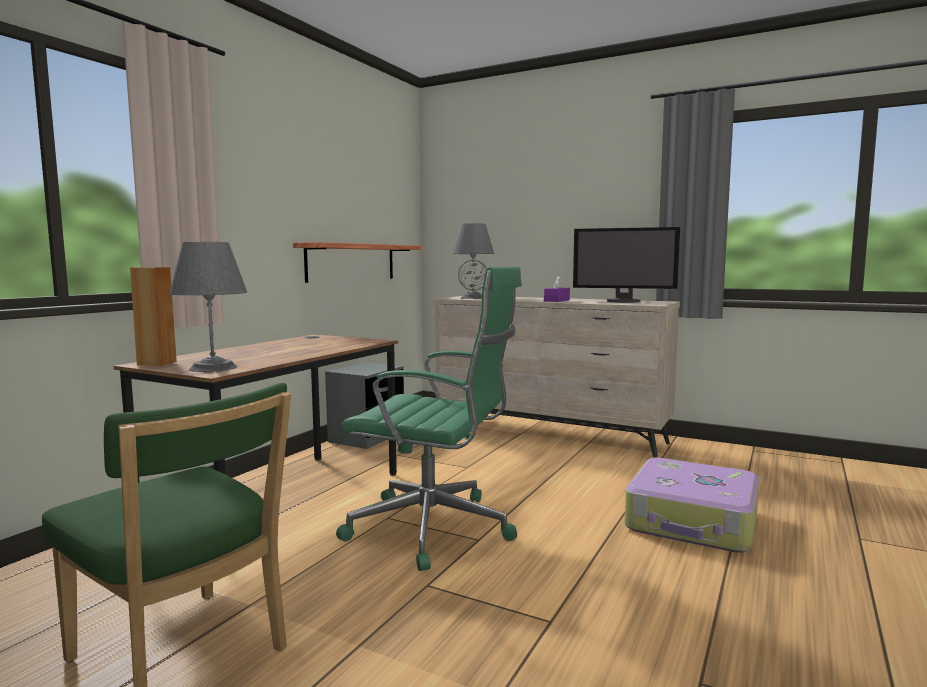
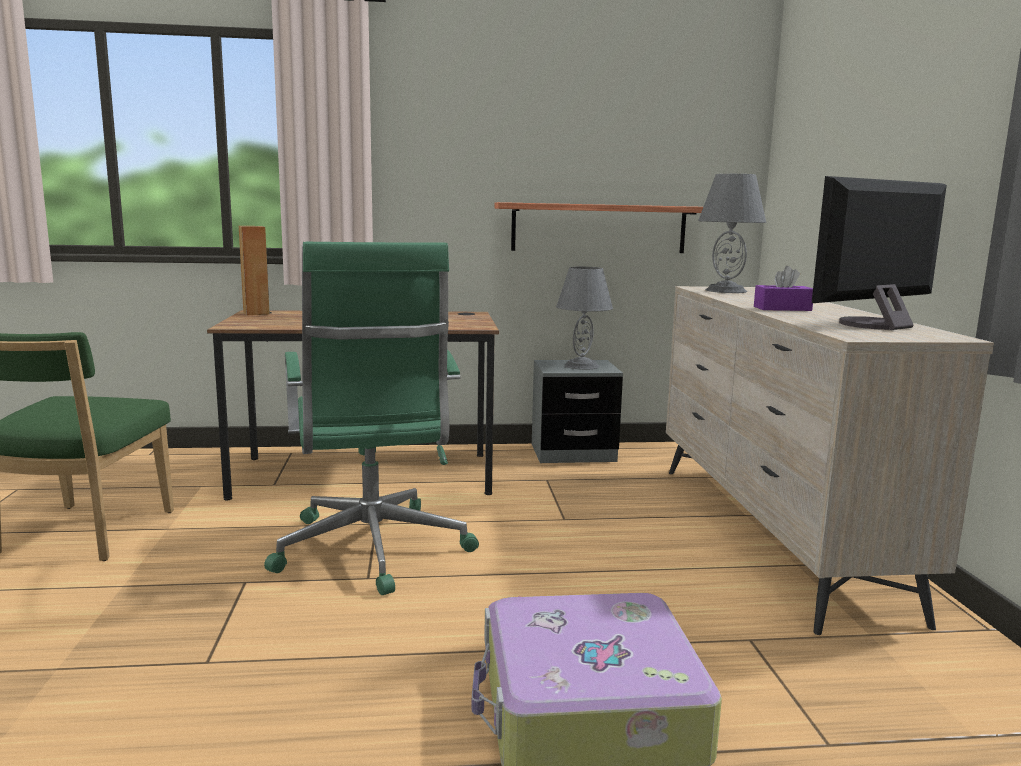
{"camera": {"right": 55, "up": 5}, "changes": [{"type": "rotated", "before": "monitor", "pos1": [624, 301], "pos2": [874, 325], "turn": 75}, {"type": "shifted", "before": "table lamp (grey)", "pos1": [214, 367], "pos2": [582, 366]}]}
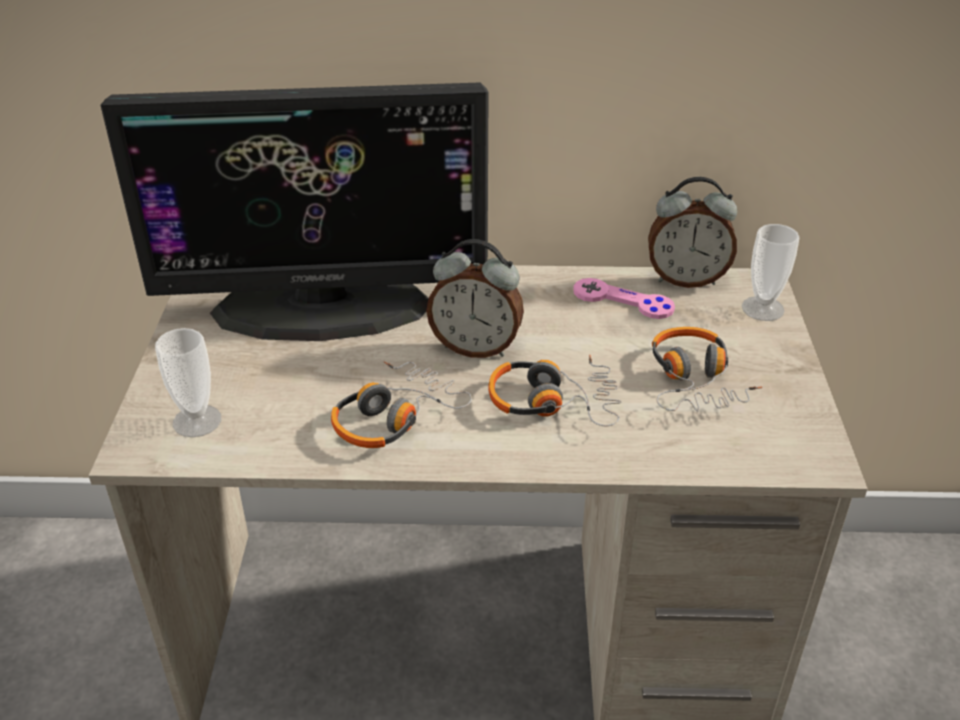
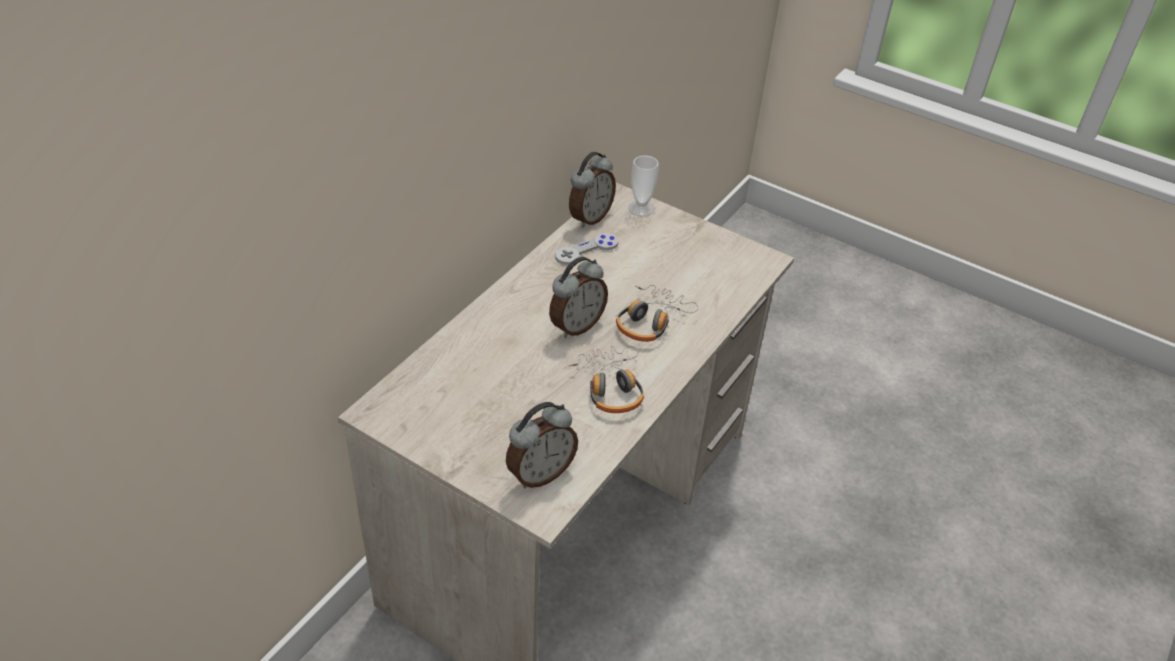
{"camera": {"right": -60, "up": 5}, "changes": [{"type": "gone", "before": "monitor", "pos1": [322, 306]}, {"type": "repainted", "before": "game controller (pink)", "after": "game controller (grey)", "pos1": [623, 301], "pos2": [586, 250]}, {"type": "gone", "before": "headphones", "pos1": [694, 381]}, {"type": "swapped", "before": "cup", "after": "alarm clock", "pos1": [197, 421], "pos2": [540, 473]}]}
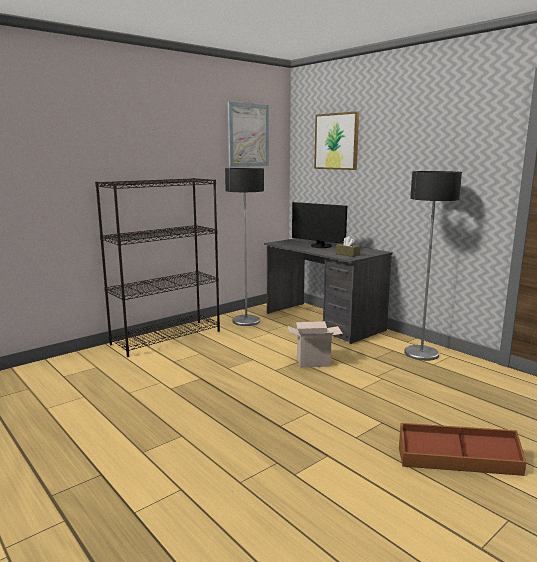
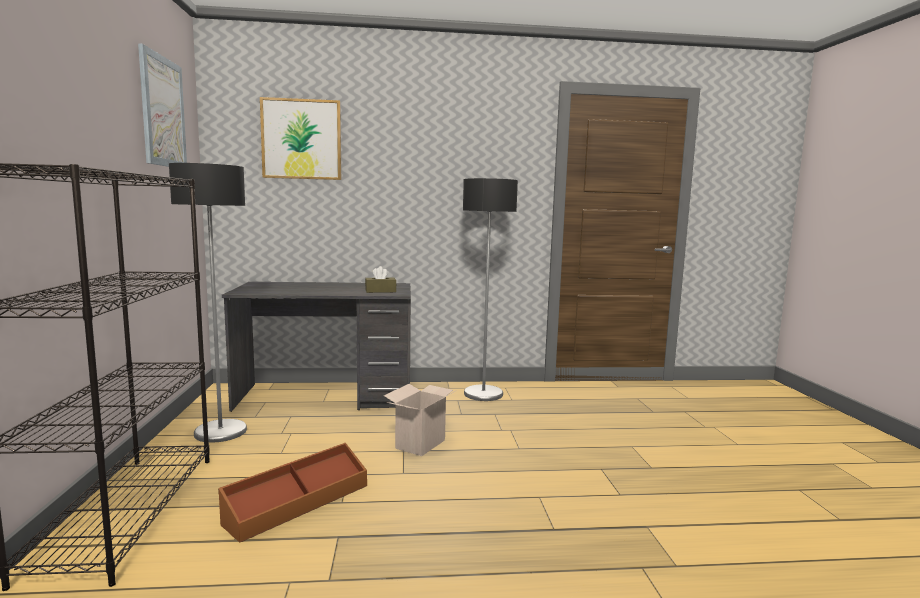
{"camera": {"right": -55, "up": -5}, "changes": [{"type": "gone", "before": "monitor", "pos1": [320, 246]}, {"type": "shifted", "before": "storage box (brown)", "pos1": [458, 460], "pos2": [297, 503]}]}
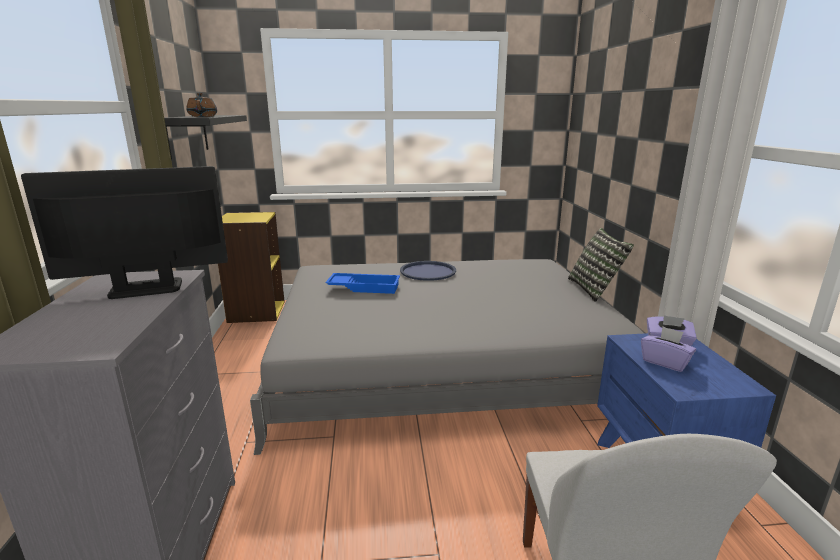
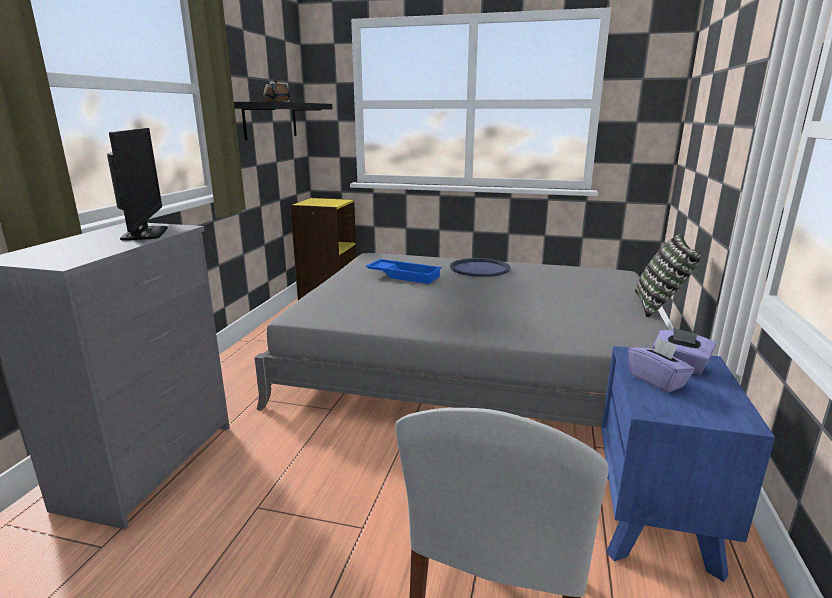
{"camera": {"right": 20, "up": 0}, "changes": [{"type": "rotated", "before": "monitor", "pos1": [146, 288], "pos2": [144, 233], "turn": 75}]}
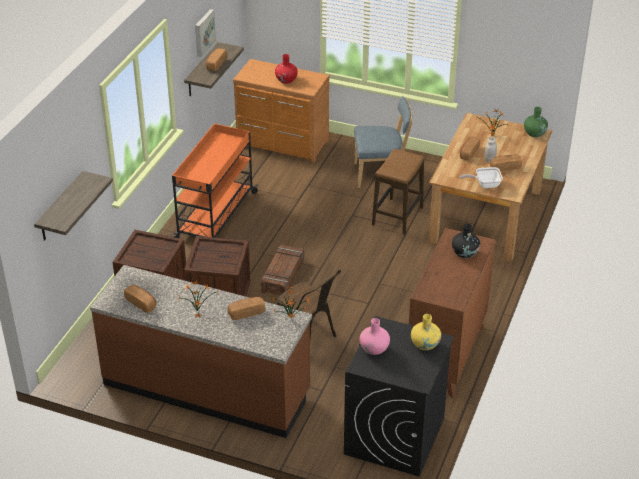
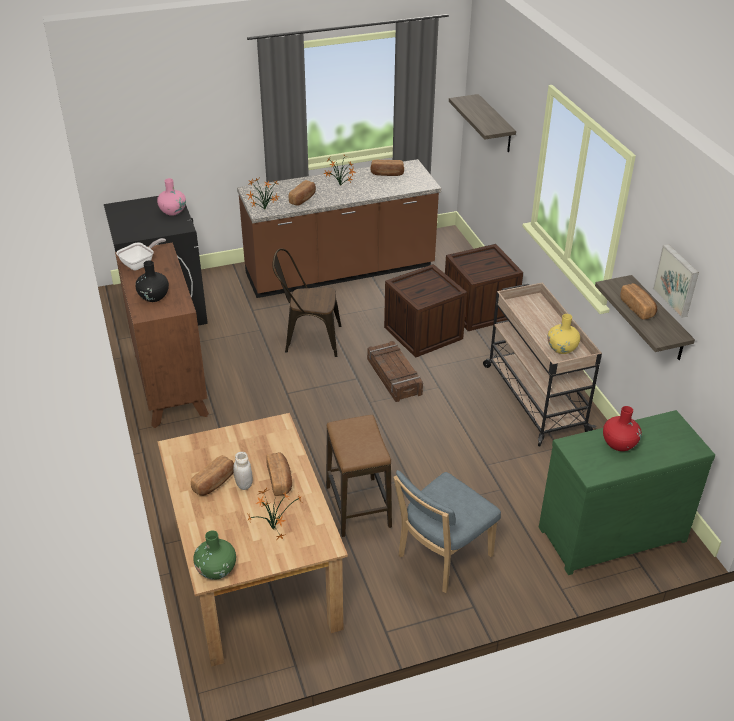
{"camera": {"right": 140, "up": 0}, "changes": [{"type": "repainted", "before": "dresser (brown)", "after": "dresser (green)", "pos1": [282, 144], "pos2": [609, 531]}, {"type": "repainted", "before": "cart (orange)", "after": "cart (beige)", "pos1": [215, 216], "pos2": [534, 397]}, {"type": "shifted", "before": "frying pan", "pos1": [484, 184], "pos2": [140, 263]}, {"type": "shifted", "before": "vase (yellow)", "pos1": [425, 344], "pos2": [562, 348]}]}
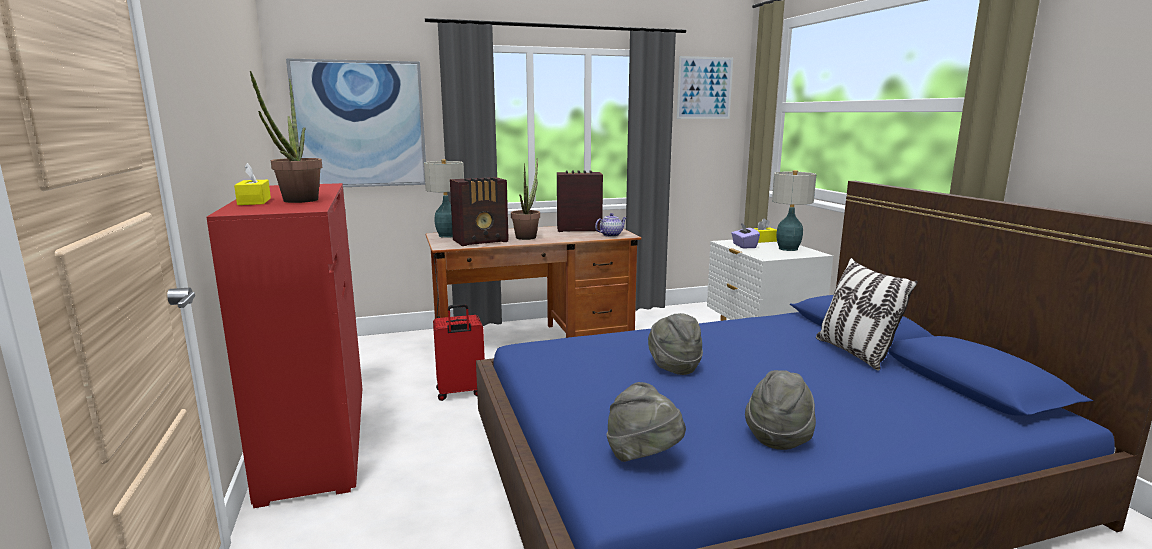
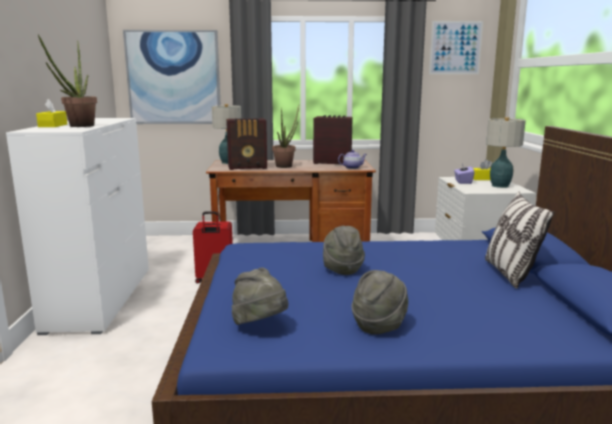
{"camera": {"right": 15, "up": 0}, "changes": [{"type": "repainted", "before": "dresser (red)", "after": "dresser (white)", "pos1": [316, 440], "pos2": [100, 299]}]}
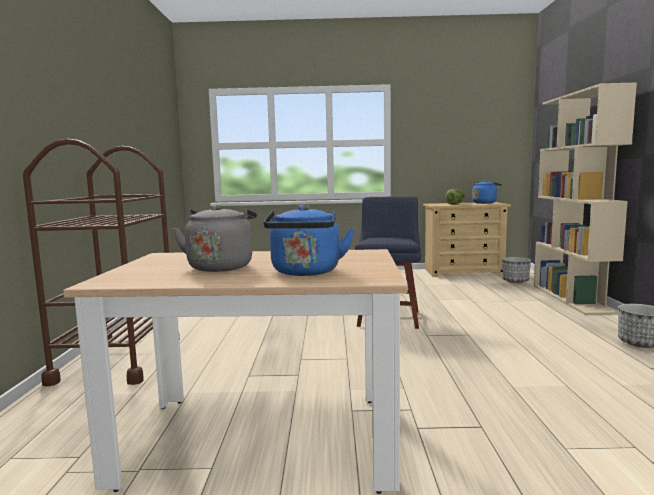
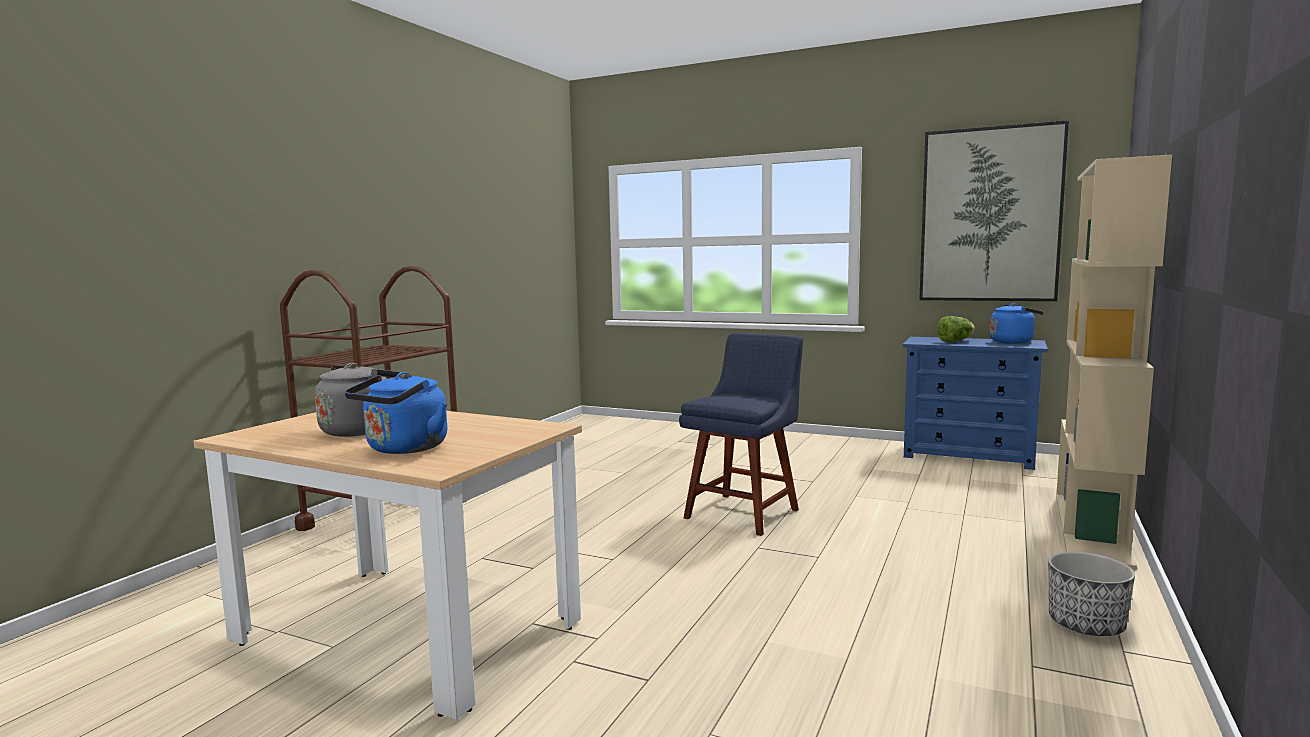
{"camera": {"right": 25, "up": 0}, "changes": [{"type": "repainted", "before": "dresser (beige)", "after": "dresser (blue)", "pos1": [463, 272], "pos2": [969, 455]}, {"type": "gone", "before": "planter", "pos1": [515, 281]}, {"type": "new", "after": "picture", "pos2": [990, 215]}]}
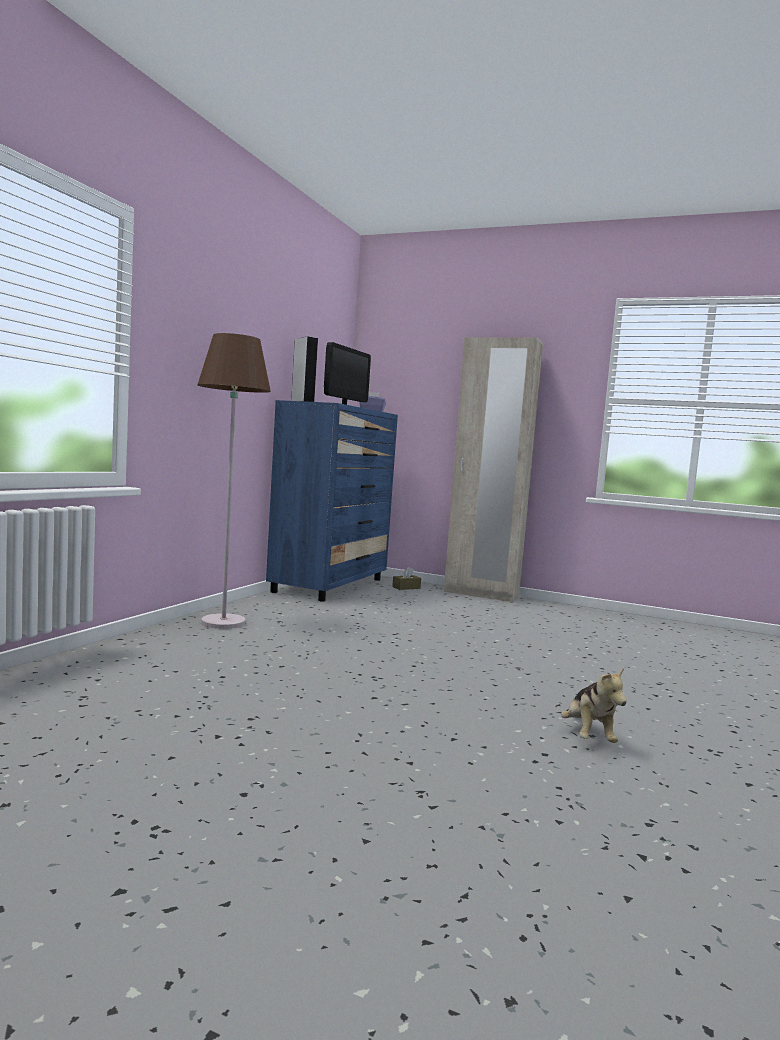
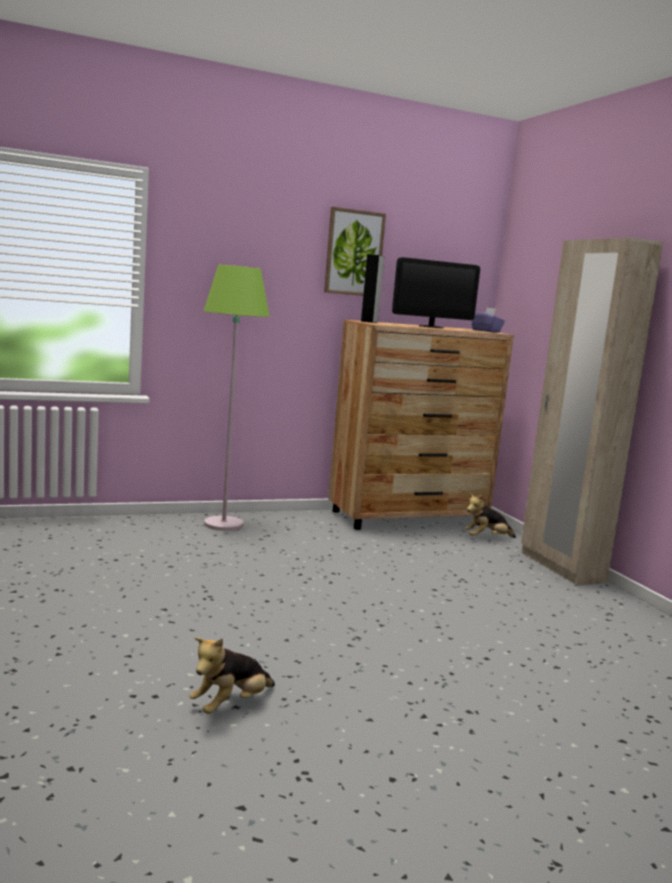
{"camera": {"right": 45, "up": 5}, "changes": [{"type": "repainted", "before": "floor lamp (brown)", "after": "floor lamp (green)", "pos1": [223, 622], "pos2": [224, 524]}, {"type": "repainted", "before": "dresser (blue)", "after": "dresser (brown)", "pos1": [330, 585], "pos2": [408, 518]}, {"type": "swapped", "before": "tissue box (brown)", "after": "plush toy", "pos1": [406, 587], "pos2": [487, 539]}, {"type": "new", "after": "picture", "pos2": [354, 253]}]}
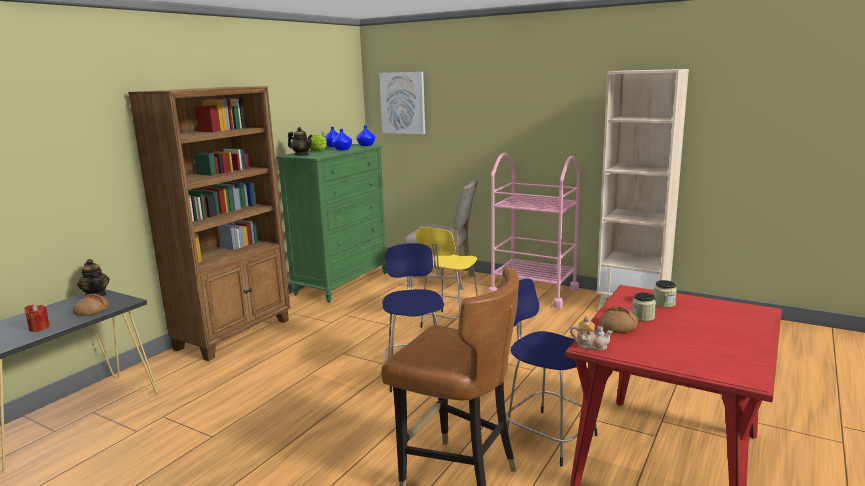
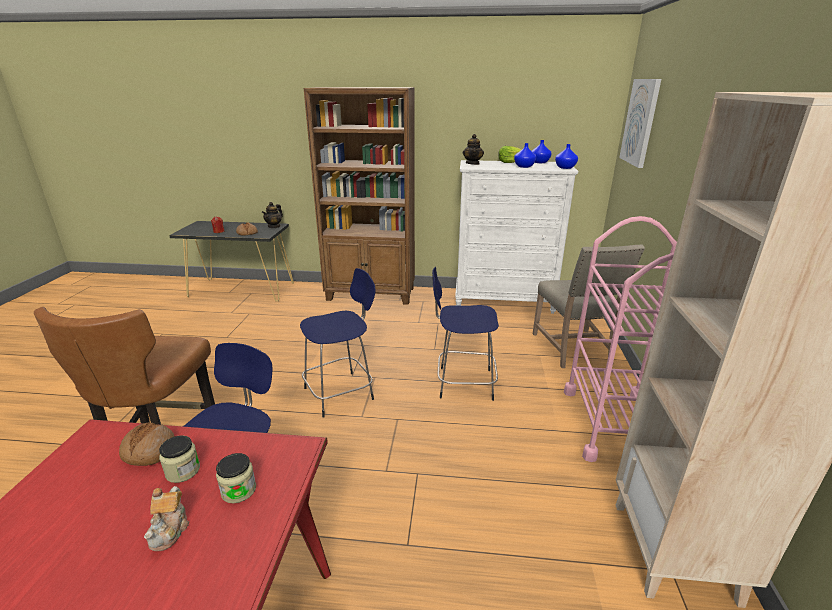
{"camera": {"right": 65, "up": 10}, "changes": [{"type": "repainted", "before": "dresser (green)", "after": "dresser (white)", "pos1": [342, 283], "pos2": [504, 301]}, {"type": "repainted", "before": "stool (yellow)", "after": "stool (blue)", "pos1": [450, 324], "pos2": [463, 383]}, {"type": "shifted", "before": "teapot", "pos1": [590, 345], "pos2": [170, 529]}]}
